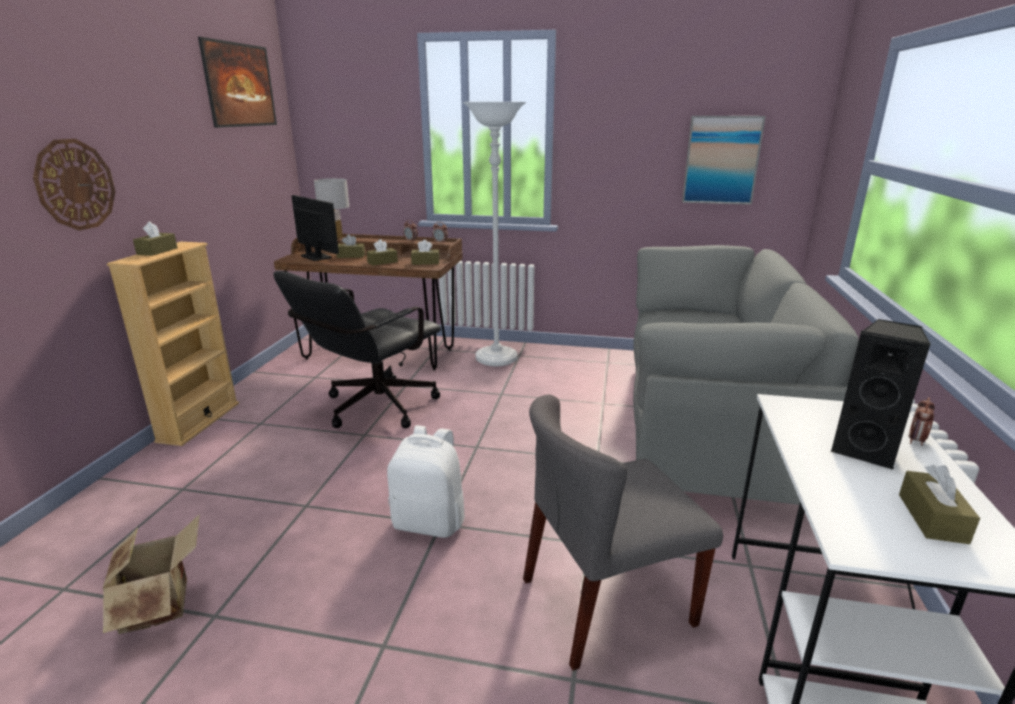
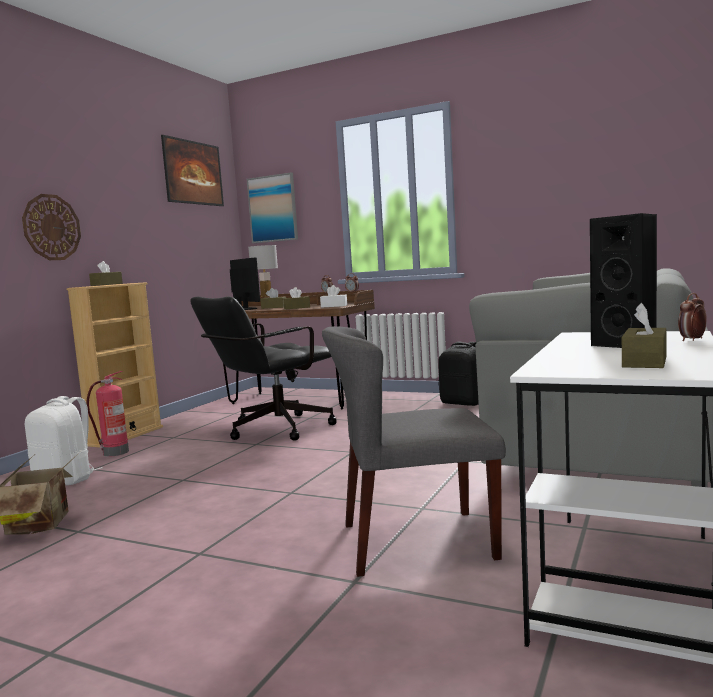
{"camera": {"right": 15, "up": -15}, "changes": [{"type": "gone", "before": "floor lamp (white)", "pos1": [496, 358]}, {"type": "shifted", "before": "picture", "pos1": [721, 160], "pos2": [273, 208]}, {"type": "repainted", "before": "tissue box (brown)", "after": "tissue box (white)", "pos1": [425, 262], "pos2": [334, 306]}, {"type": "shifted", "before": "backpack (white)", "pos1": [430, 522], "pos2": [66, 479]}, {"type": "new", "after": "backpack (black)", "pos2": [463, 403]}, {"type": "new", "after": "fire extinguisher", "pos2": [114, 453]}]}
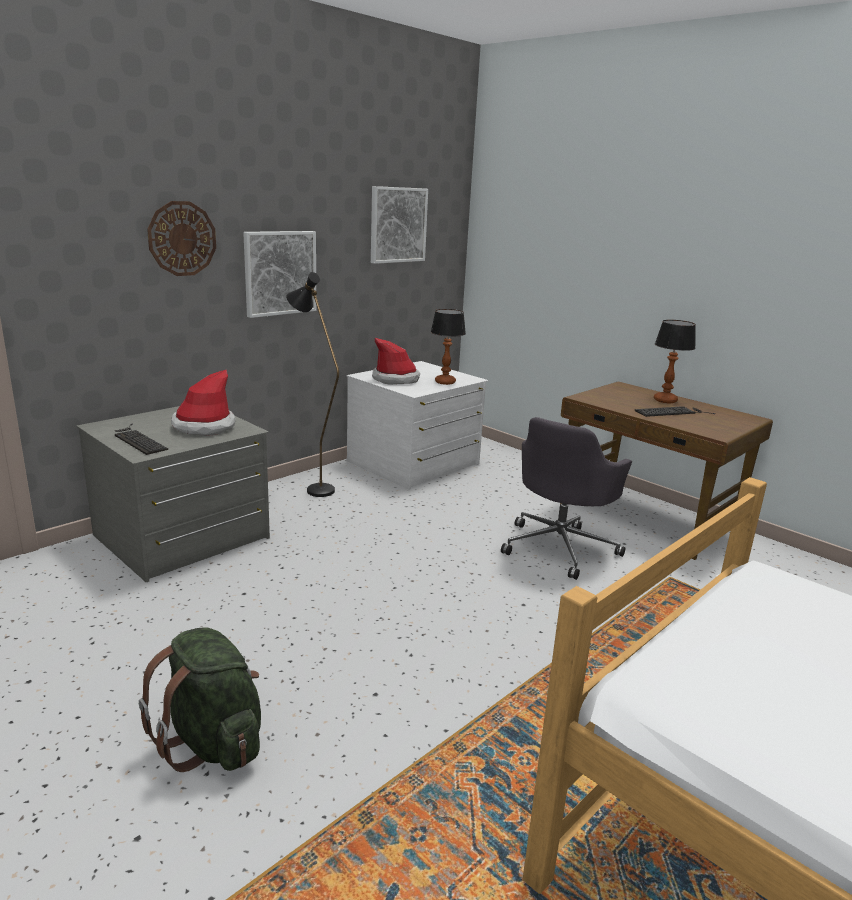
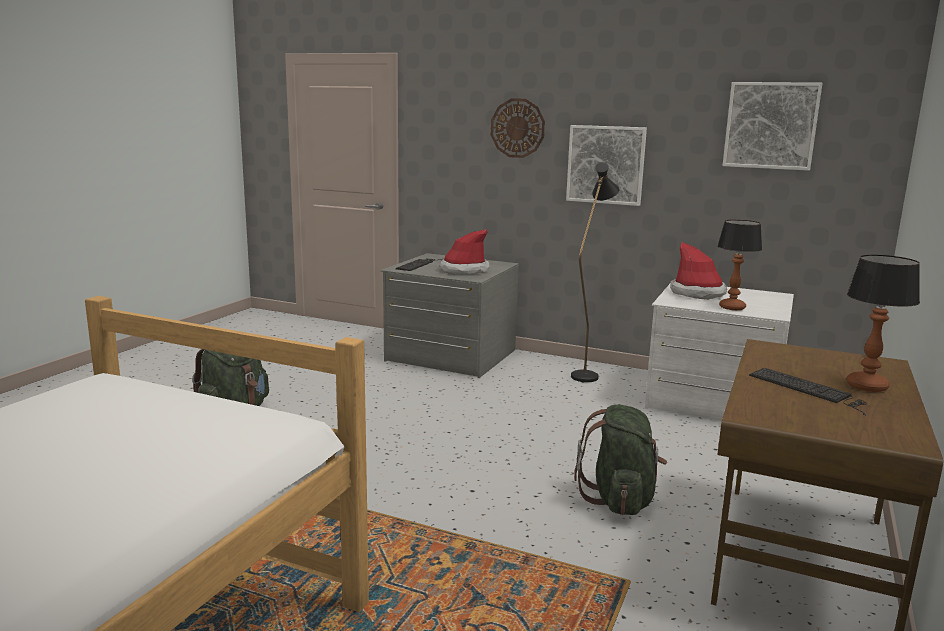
{"camera": {"right": 70, "up": -5}, "changes": [{"type": "swapped", "before": "office chair (grey)", "after": "backpack (green)", "pos1": [560, 547], "pos2": [620, 499]}]}
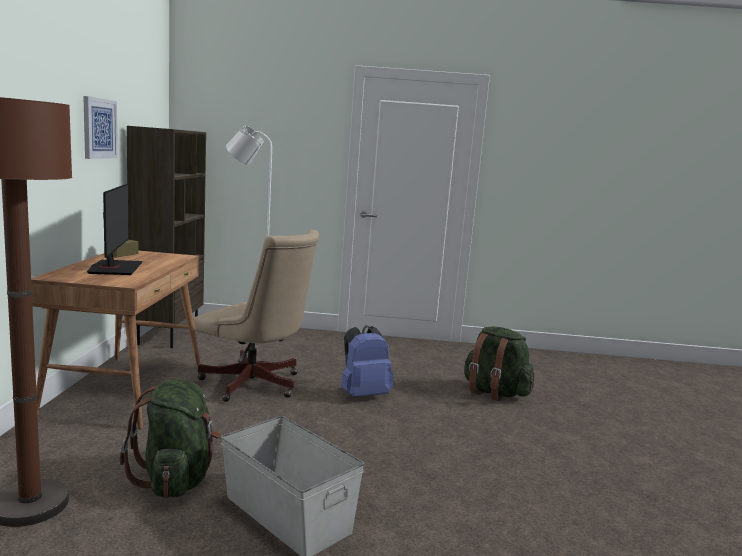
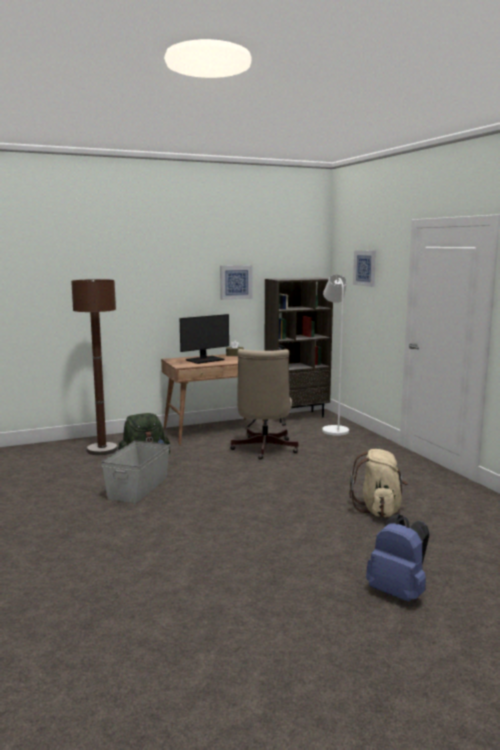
{"camera": {"right": 65, "up": 0}, "changes": [{"type": "shifted", "before": "backpack (blue)", "pos1": [363, 394], "pos2": [398, 592]}, {"type": "repainted", "before": "backpack (green)", "after": "backpack (beige)", "pos1": [494, 393], "pos2": [379, 510]}, {"type": "new", "after": "picture", "pos2": [365, 268]}]}
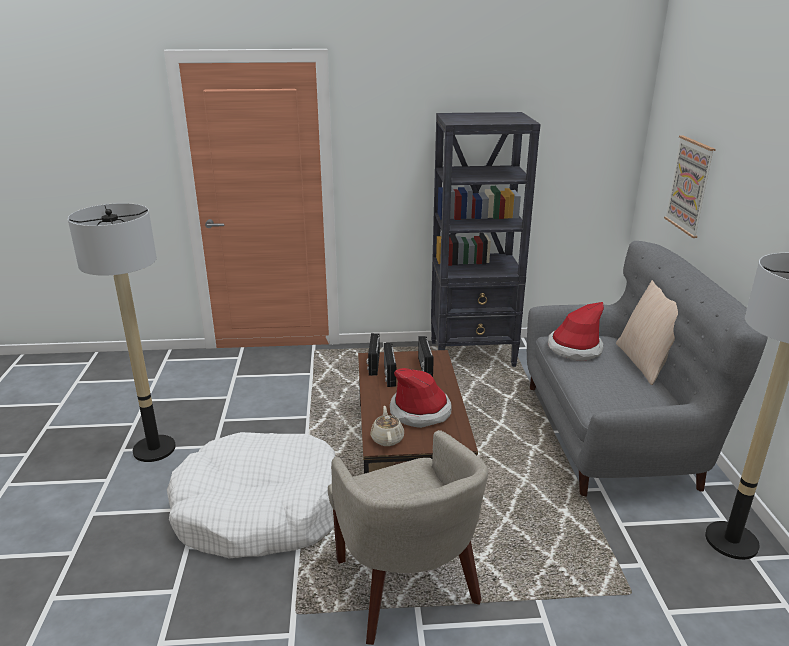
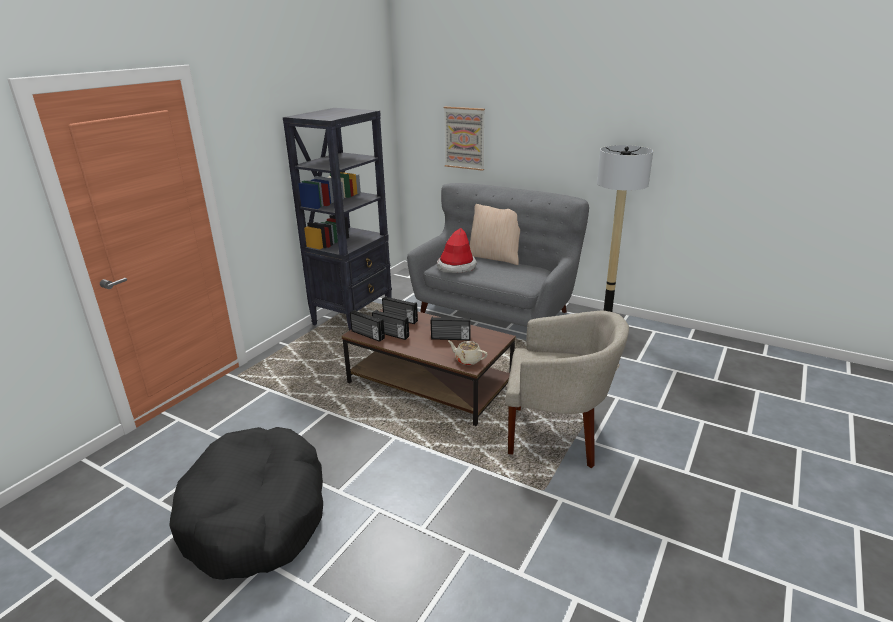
{"camera": {"right": -55, "up": 0}, "changes": [{"type": "swapped", "before": "floor lamp", "after": "dog bed (black)", "pos1": [154, 449], "pos2": [256, 515]}, {"type": "swapped", "before": "hat", "after": "radio", "pos1": [420, 411], "pos2": [450, 338]}, {"type": "gone", "before": "dog bed (white)", "pos1": [260, 510]}]}
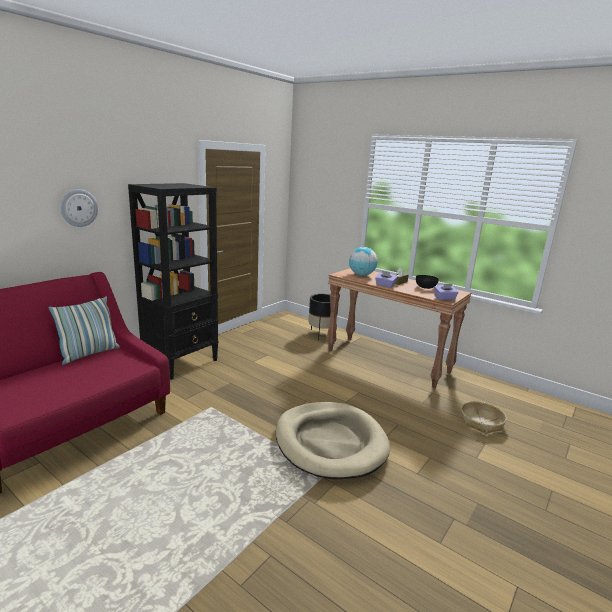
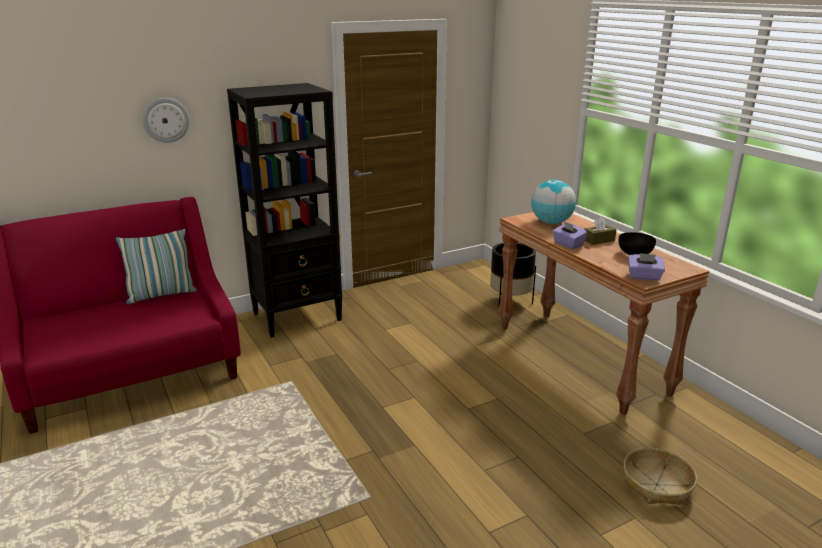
{"camera": {"right": 25, "up": 5}, "changes": [{"type": "gone", "before": "dog bed (beige)", "pos1": [330, 442]}]}
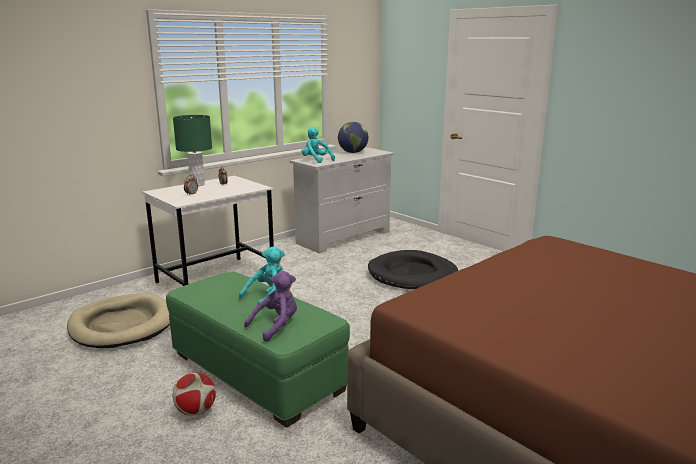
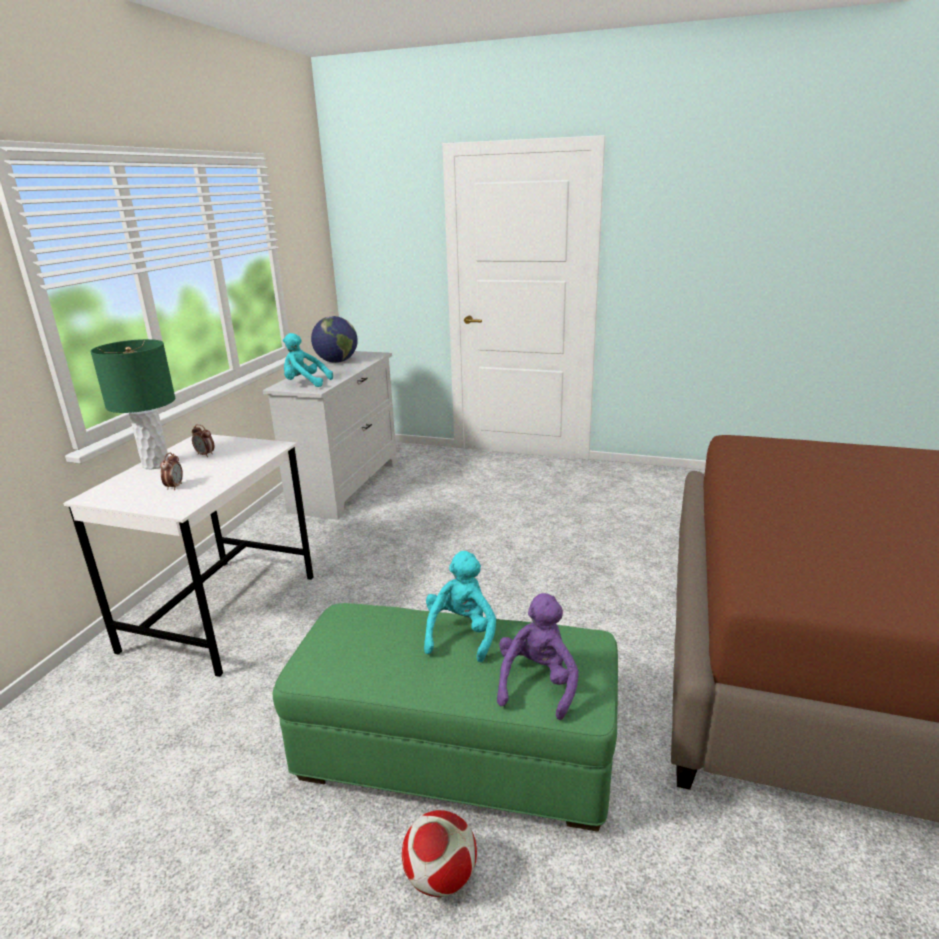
{"camera": {"right": -30, "up": 5}, "changes": [{"type": "gone", "before": "dog bed (black)", "pos1": [412, 274]}, {"type": "gone", "before": "dog bed (beige)", "pos1": [122, 325]}]}
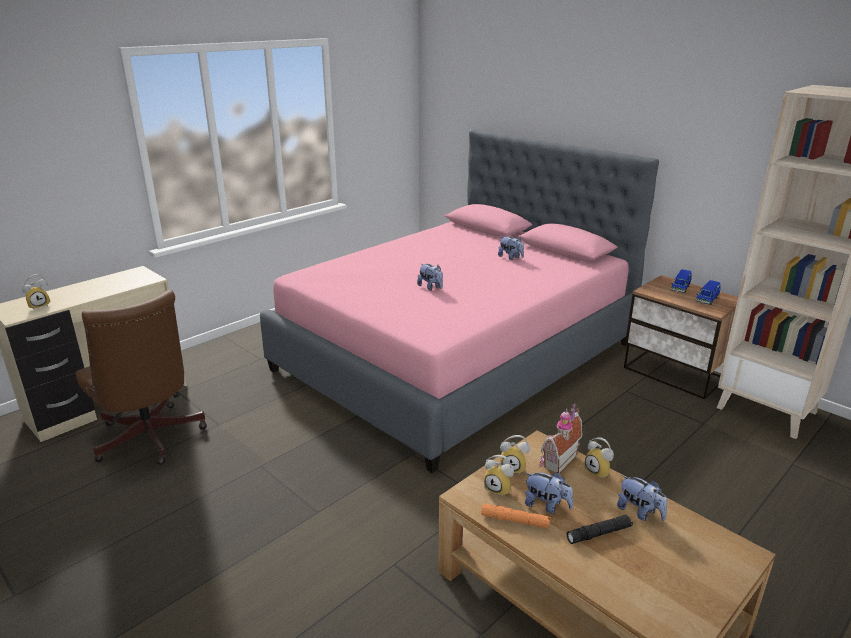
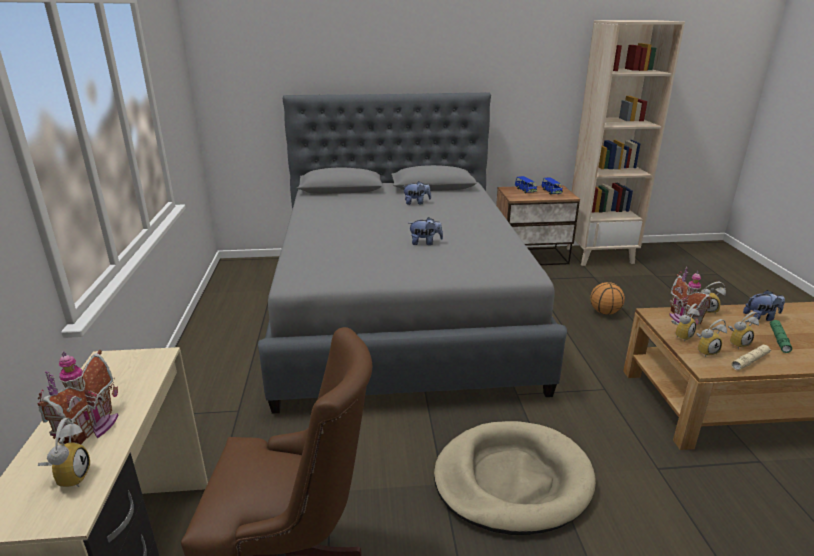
{"camera": {"right": -50, "up": 0}, "changes": [{"type": "repainted", "before": "bed (pink)", "after": "bed (grey)", "pos1": [456, 356], "pos2": [400, 312]}, {"type": "swapped", "before": "plush toy", "after": "alarm clock", "pos1": [547, 506], "pos2": [737, 343]}, {"type": "repainted", "before": "flashlight (orange)", "after": "flashlight (beige)", "pos1": [515, 520], "pos2": [750, 361]}, {"type": "repainted", "before": "flashlight (black)", "after": "flashlight (green)", "pos1": [599, 533], "pos2": [779, 339]}, {"type": "new", "after": "basketball", "pos2": [604, 312]}, {"type": "new", "after": "toy house", "pos2": [92, 426]}, {"type": "new", "after": "dog bed (beige)", "pos2": [512, 480]}]}
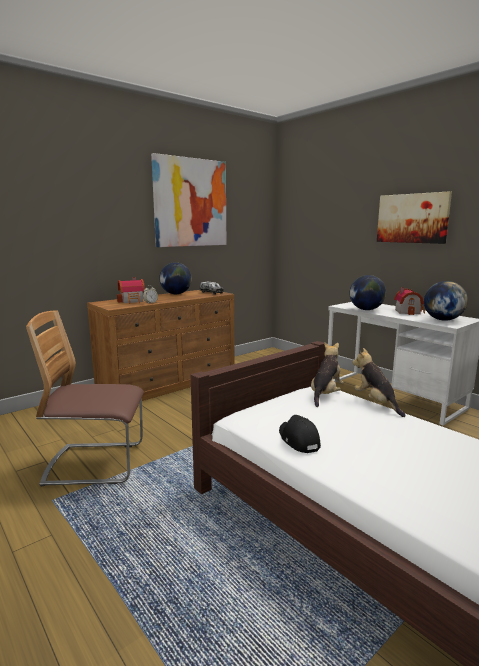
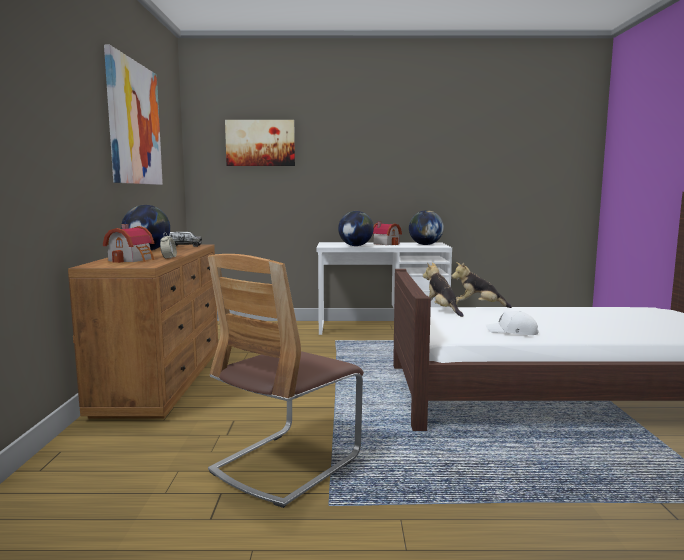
{"camera": {"right": -50, "up": -5}, "changes": [{"type": "shifted", "before": "picture", "pos1": [412, 218], "pos2": [260, 143]}, {"type": "repainted", "before": "cap (black)", "after": "cap (white)", "pos1": [298, 440], "pos2": [512, 332]}]}
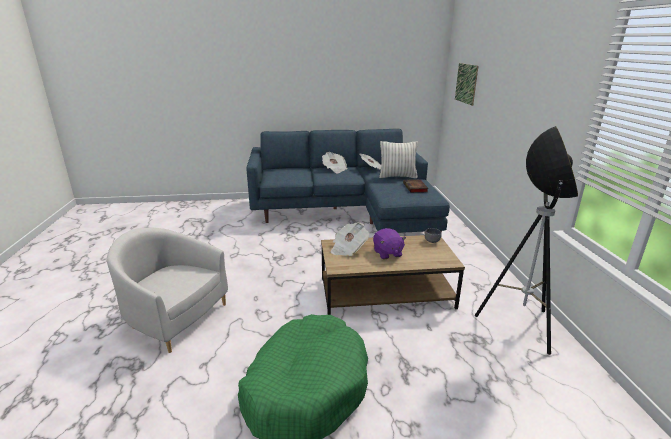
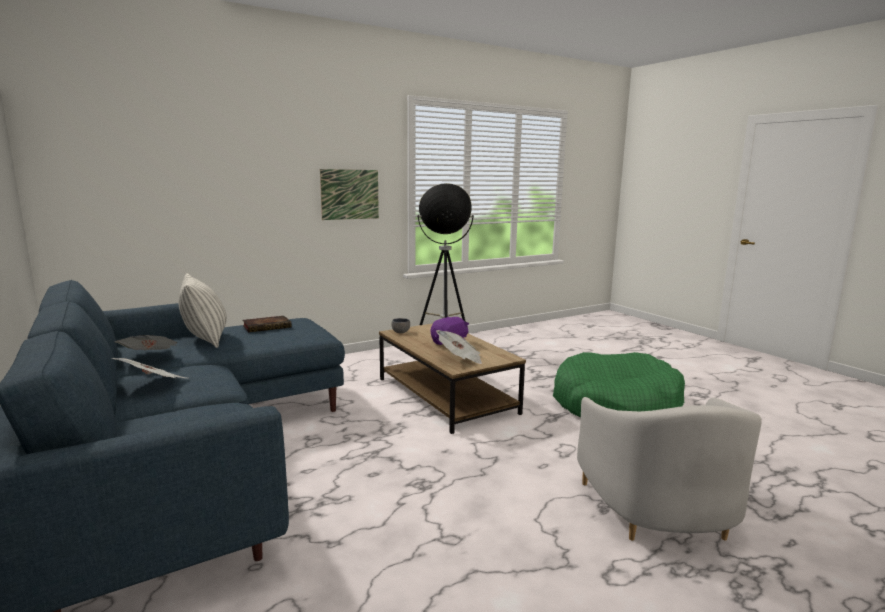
{"camera": {"right": -115, "up": -10}, "changes": [{"type": "shifted", "before": "picture", "pos1": [466, 83], "pos2": [350, 194]}]}
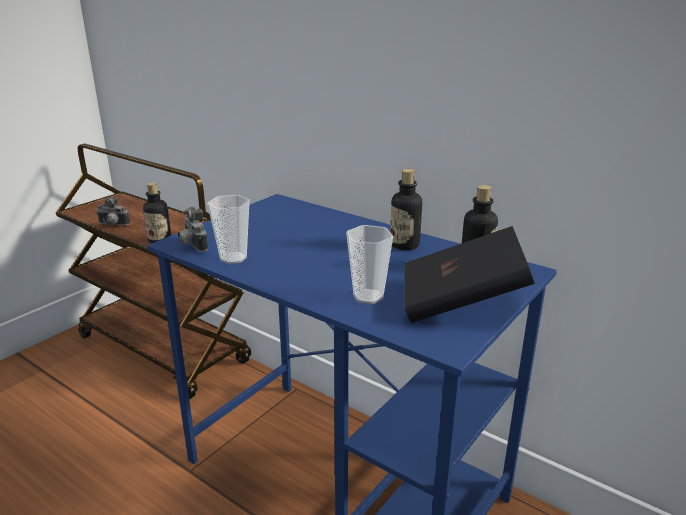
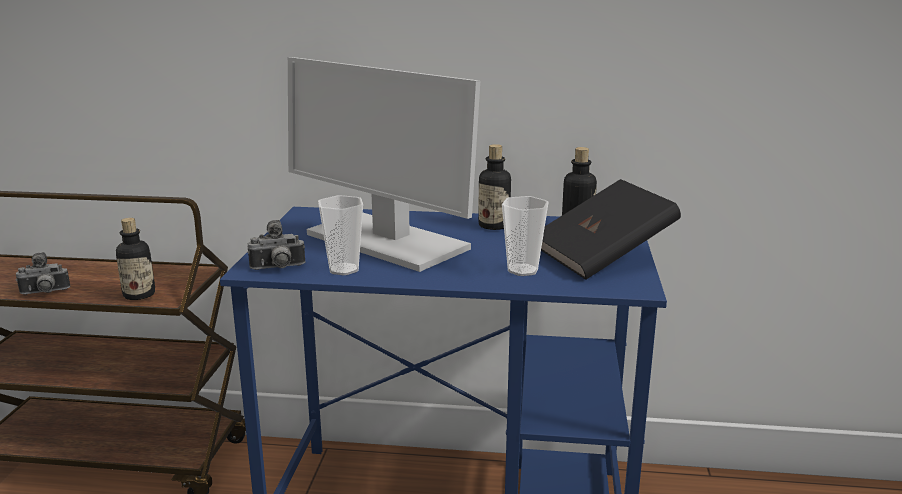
{"camera": {"right": -30, "up": -5}, "changes": [{"type": "rotated", "before": "photo camera", "pos1": [192, 245], "pos2": [278, 268], "turn": -45}, {"type": "new", "after": "monitor", "pos2": [385, 242]}]}
